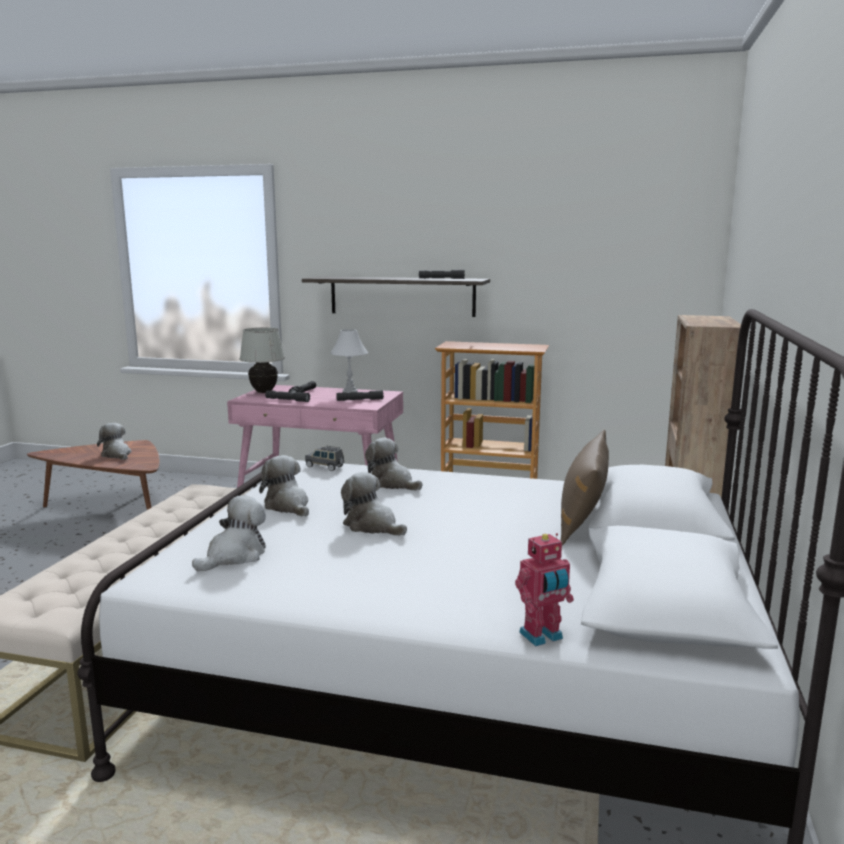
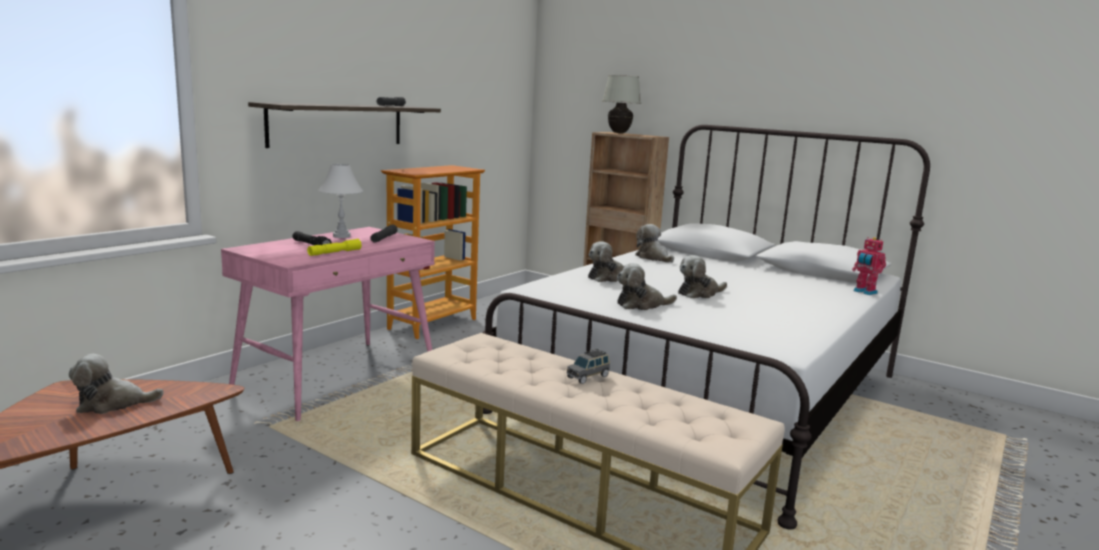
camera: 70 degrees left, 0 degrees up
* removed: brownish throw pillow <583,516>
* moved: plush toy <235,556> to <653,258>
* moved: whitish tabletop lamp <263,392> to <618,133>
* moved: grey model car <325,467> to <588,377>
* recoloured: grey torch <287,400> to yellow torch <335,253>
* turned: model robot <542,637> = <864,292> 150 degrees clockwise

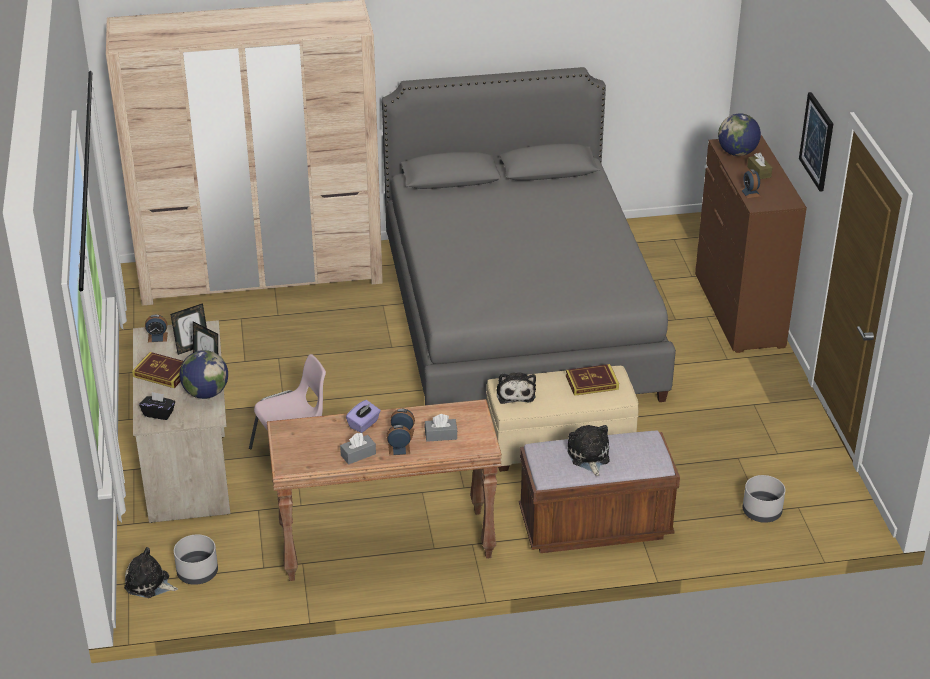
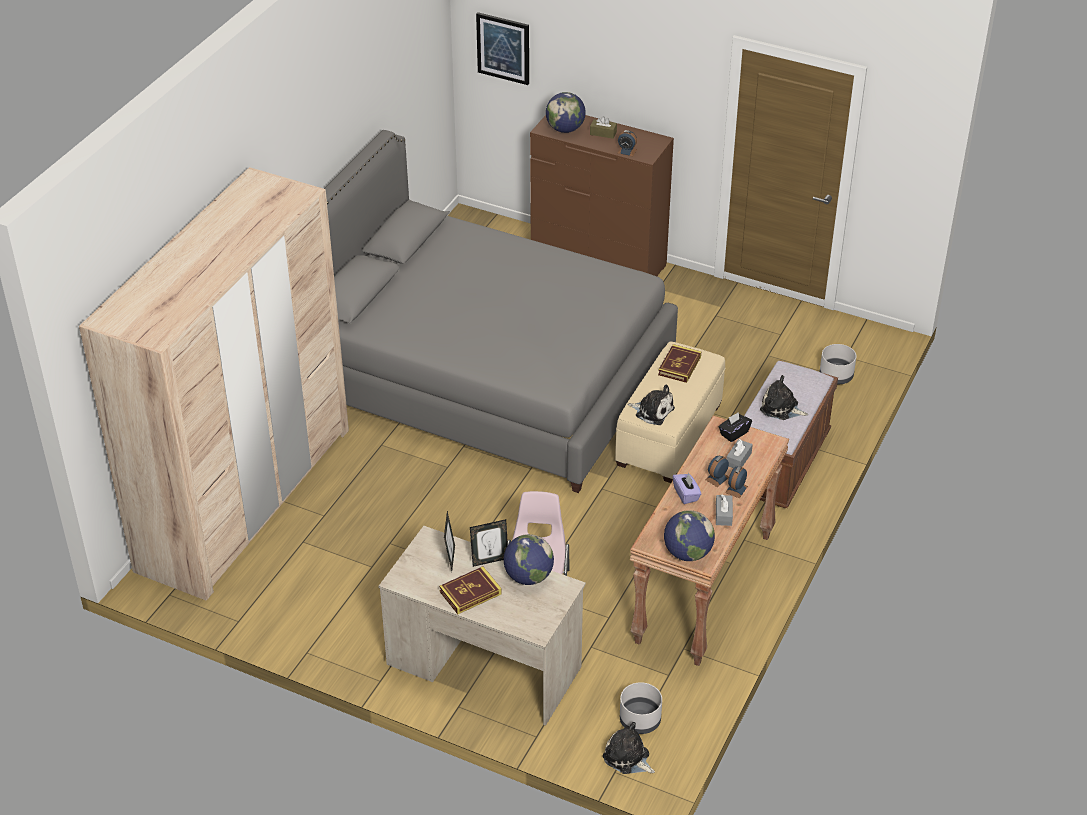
camera: 55 degrees left, 5 degrees up
* removed: alarm clock <157,337>
* added: world globe <687,553>
* moved: blackish box of tissues <159,413> to <734,433>
* moved: wall picture <817,141> to <503,48>
* turned: plush toy <149,584> = <628,758> 75 degrees clockwise

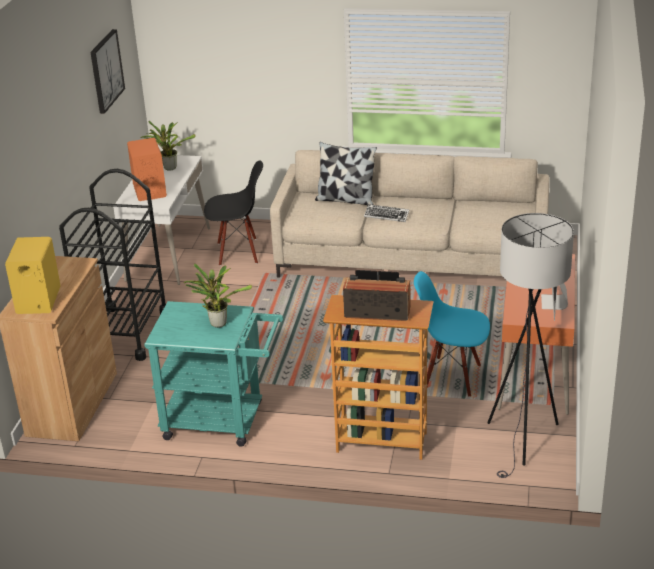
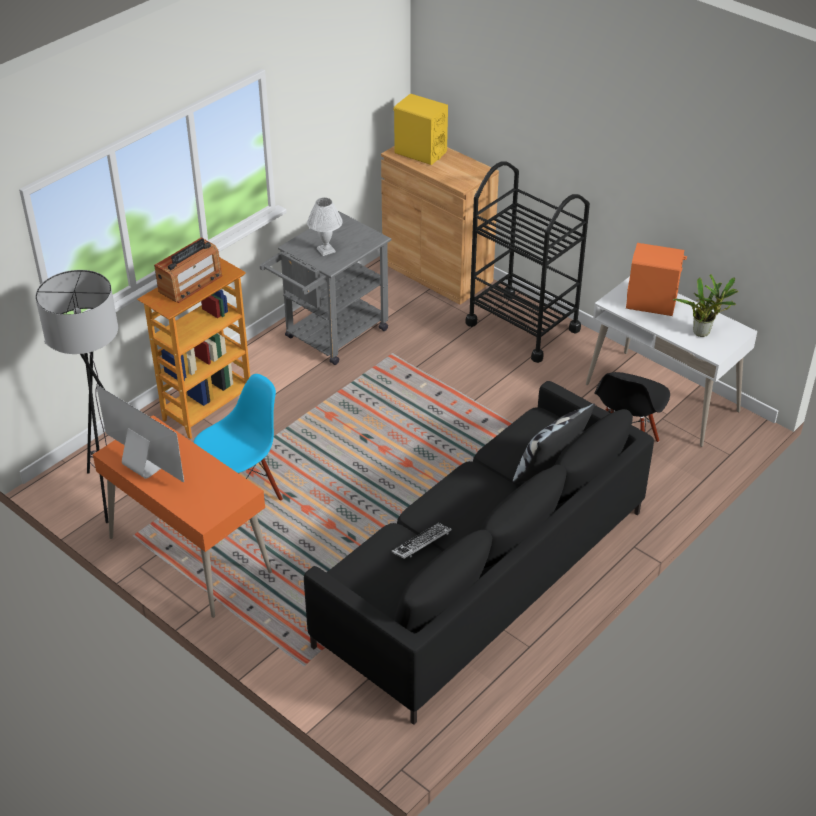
camera: 120 degrees right, 10 degrees up
* removed: wall picture <106,71>
* moved: computer keyboard <386,216> to <422,544>
* replaced: potted plant <217,322> to whitish tabletop lamp <326,250>
* recoloured: blue-green wheeled cart <222,421> to grey wheeled cart <330,337>
* recoloured: beige couch <412,261> to blackish couch <482,577>

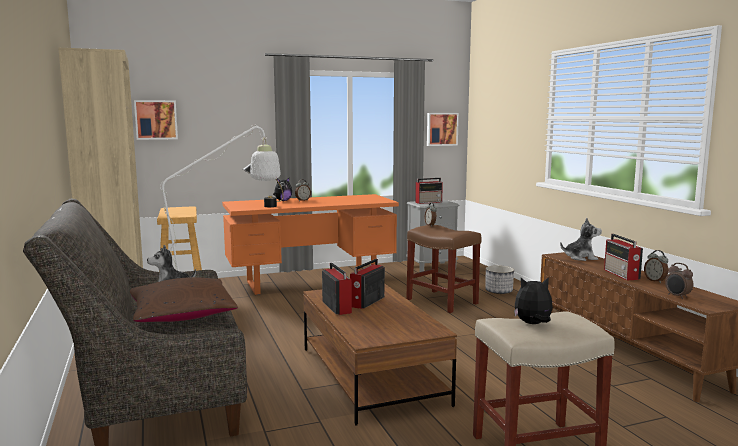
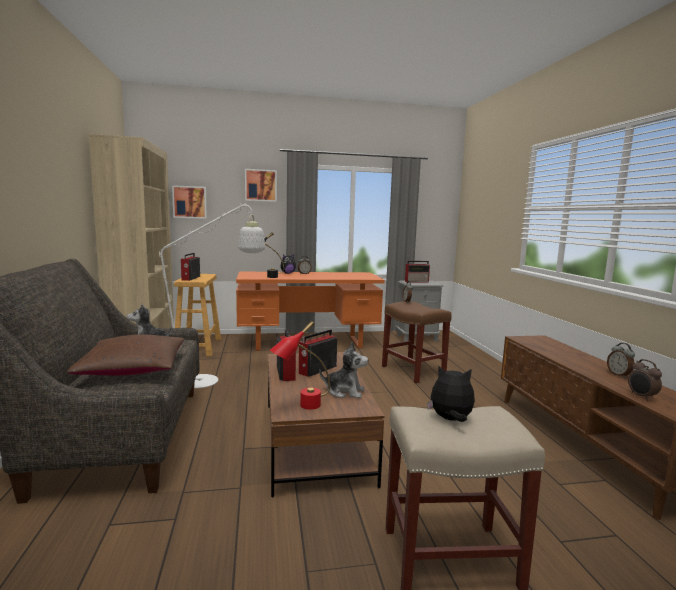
camera: 10 degrees right, 0 degrees up
* removed: flower pot <499,291>
* added: reddish tabletop lamp <301,407>
* moved: wall picture <441,129> to <260,185>
* moved: plush toy <580,258> to <344,392>
* moved: radio <621,274> to <190,278>

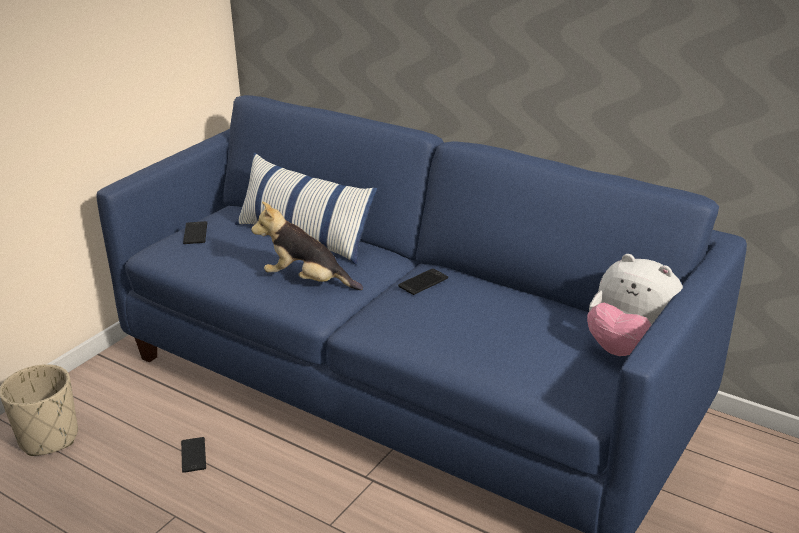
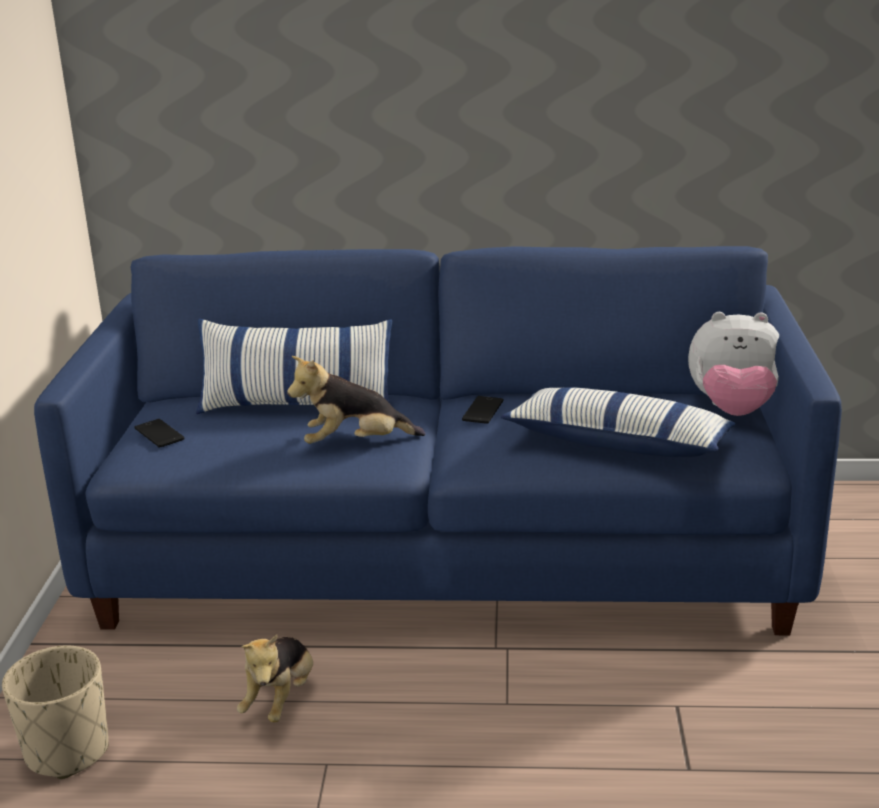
camera: 30 degrees left, 5 degrees down
* added: throw pillow <618,443>
* replaced: telephone <193,455> to plush toy <281,699>

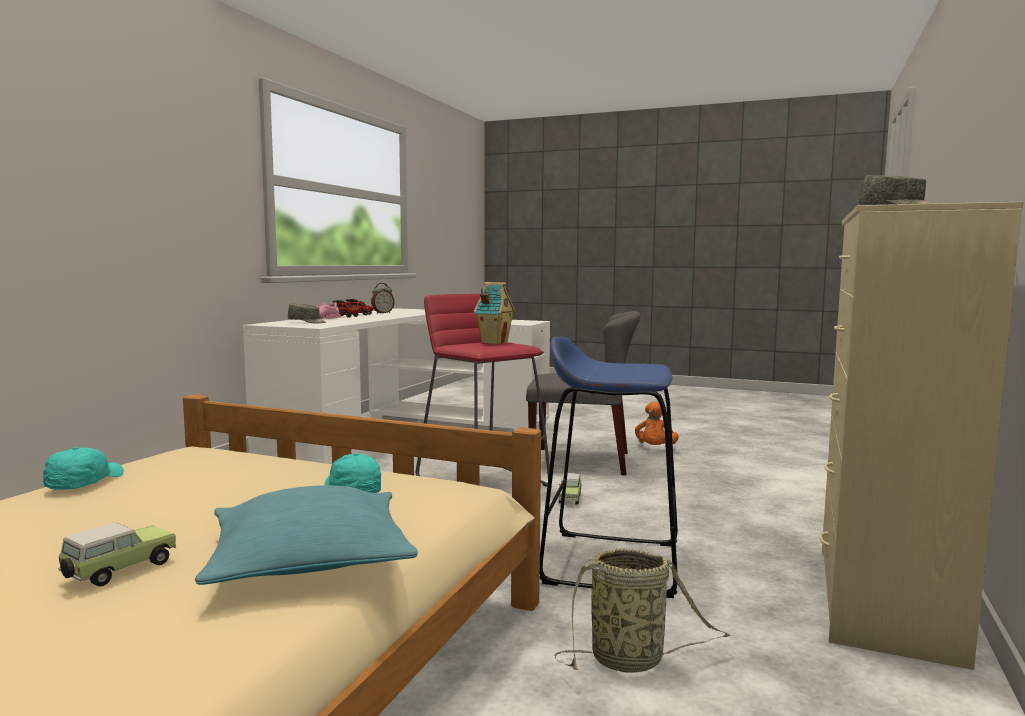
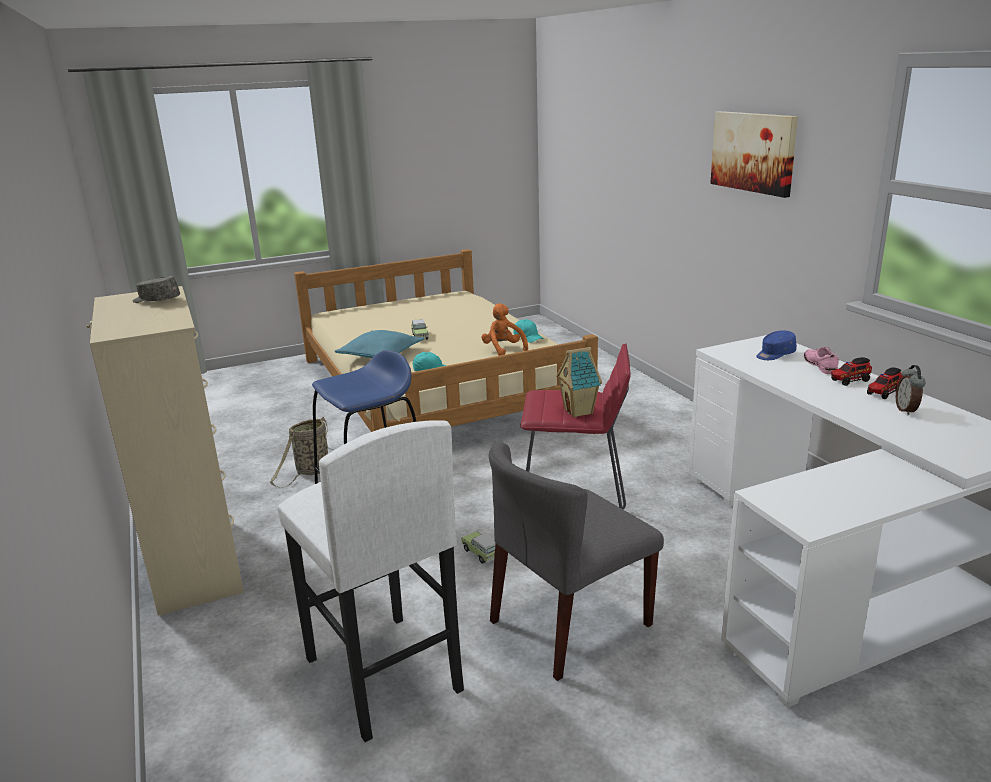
camera: 135 degrees right, 15 degrees up
* added: whitish stool <382,675>
* added: wall picture <753,152>
* moved: orangey plush toy <655,449> to <503,350>
* recoloured: grey cap <307,322> to blue-coloured cap <775,354>

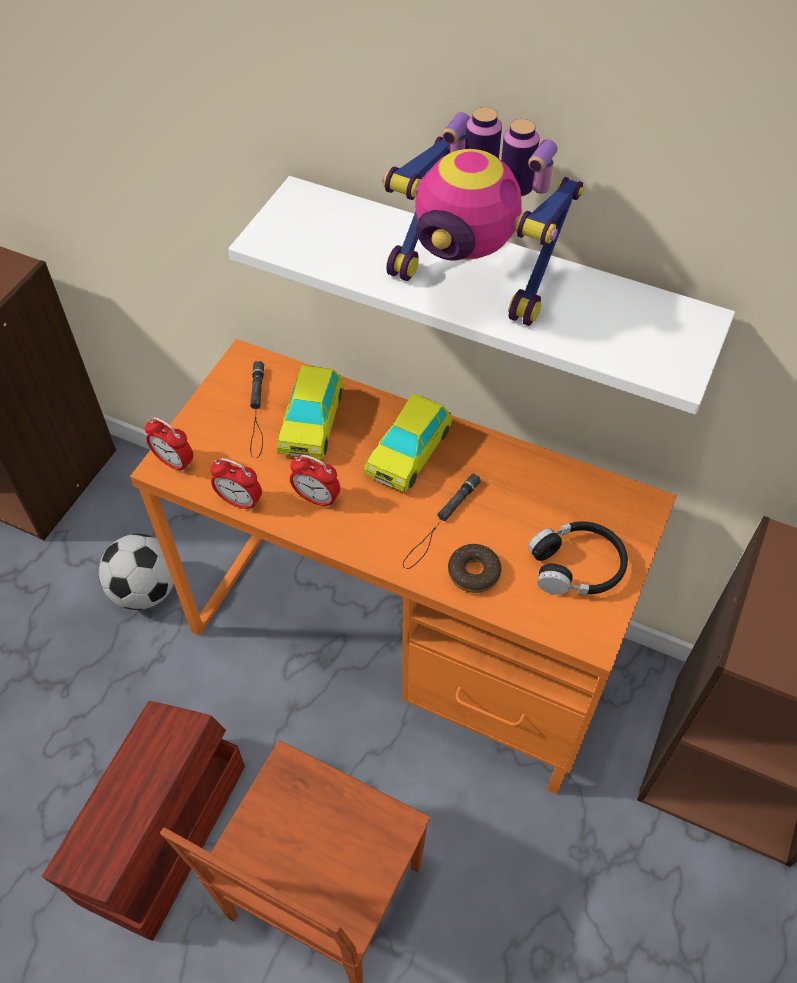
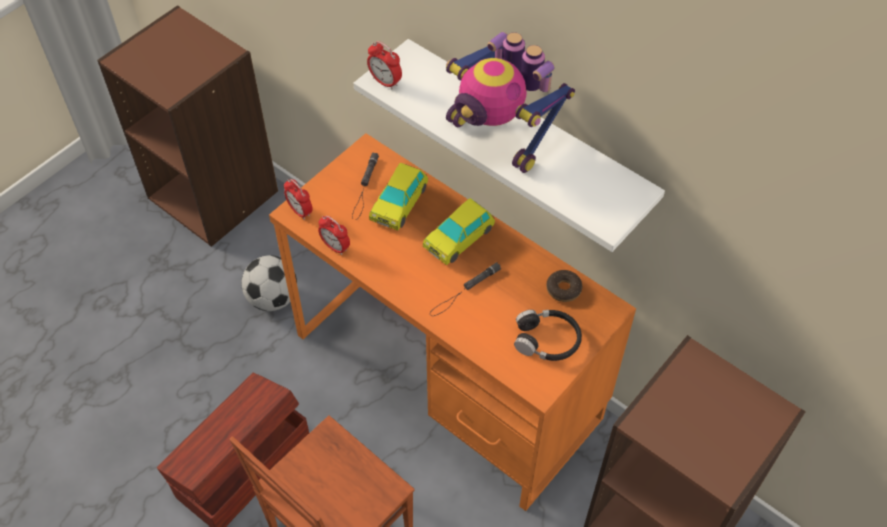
camera: 15 degrees right, 0 degrees up
* moved: alarm clock <316,498> to <385,82>
* moved: doughnut <474,572> to <563,289>

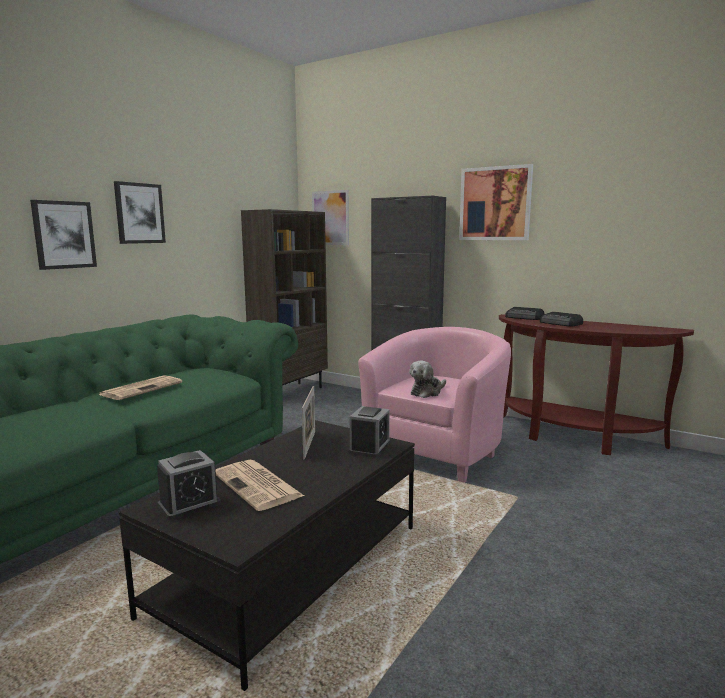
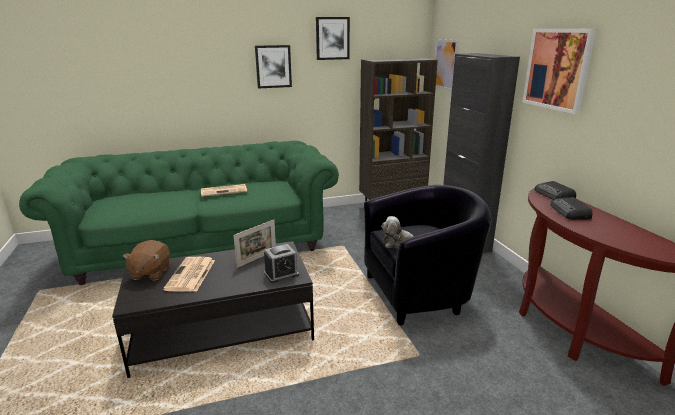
camera: 40 degrees right, 10 degrees up
* moved: wall picture <64,235> to <332,38>
* replaced: alarm clock <189,504> to brownish plush toy <150,273>
* recoloured: pink easy chair <437,451> to blackish easy chair <421,292>

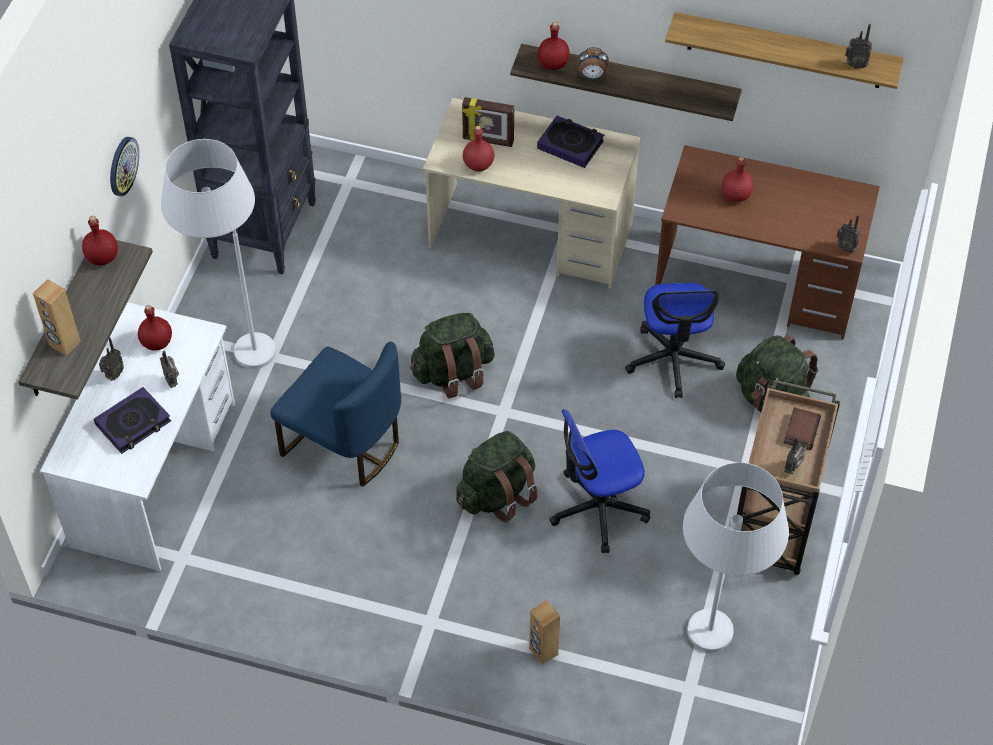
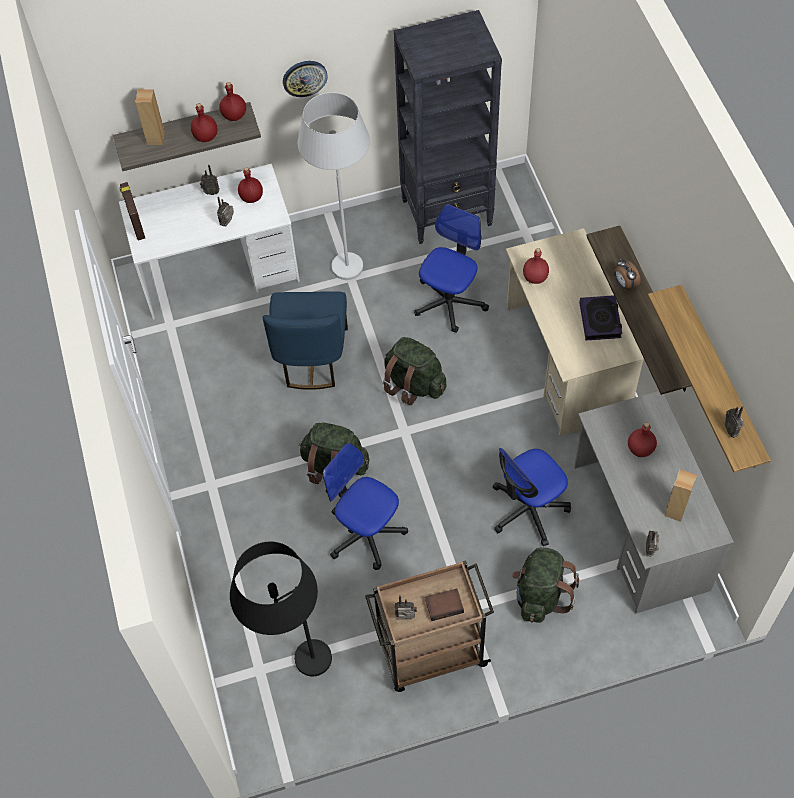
camera: 60 degrees right, 5 degrees up
* removed: book <133,423>
* added: computer chair <449,302>
* moved: picture frame <488,141> to <136,224>
* moved: brownish speaker <543,651> to <674,510>
* moved: reddish bottle <554,64> to <206,137>
* recoloured: brownish desk <757,285> to grey desk <640,527>
* recoloured: whitish standing lamp <711,655> to blackish standing lamp <295,669>

